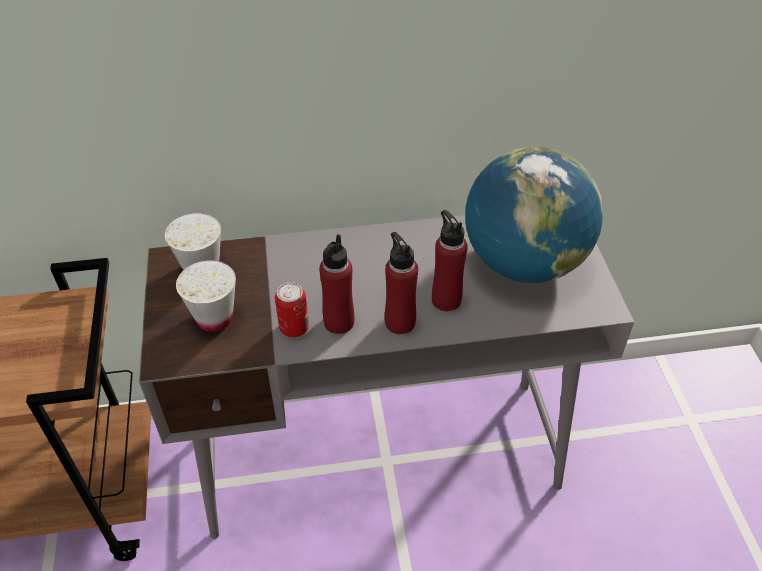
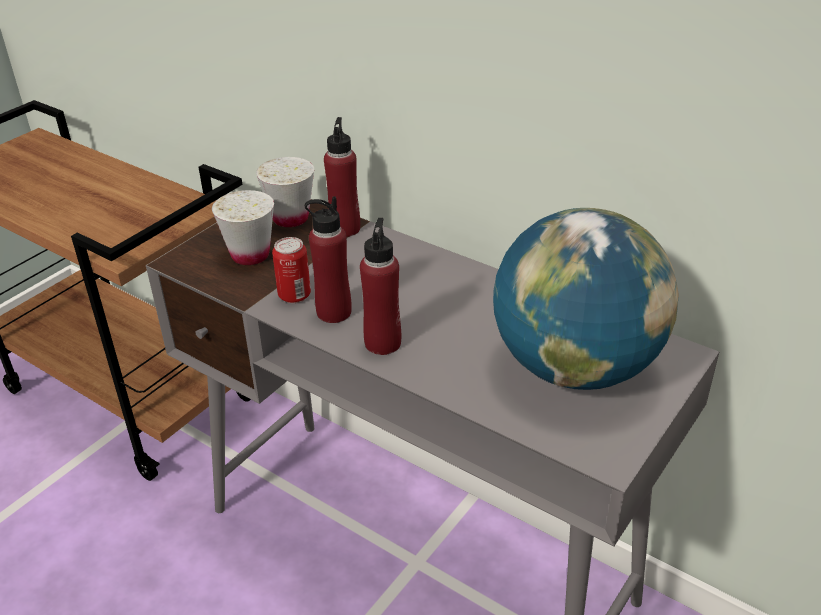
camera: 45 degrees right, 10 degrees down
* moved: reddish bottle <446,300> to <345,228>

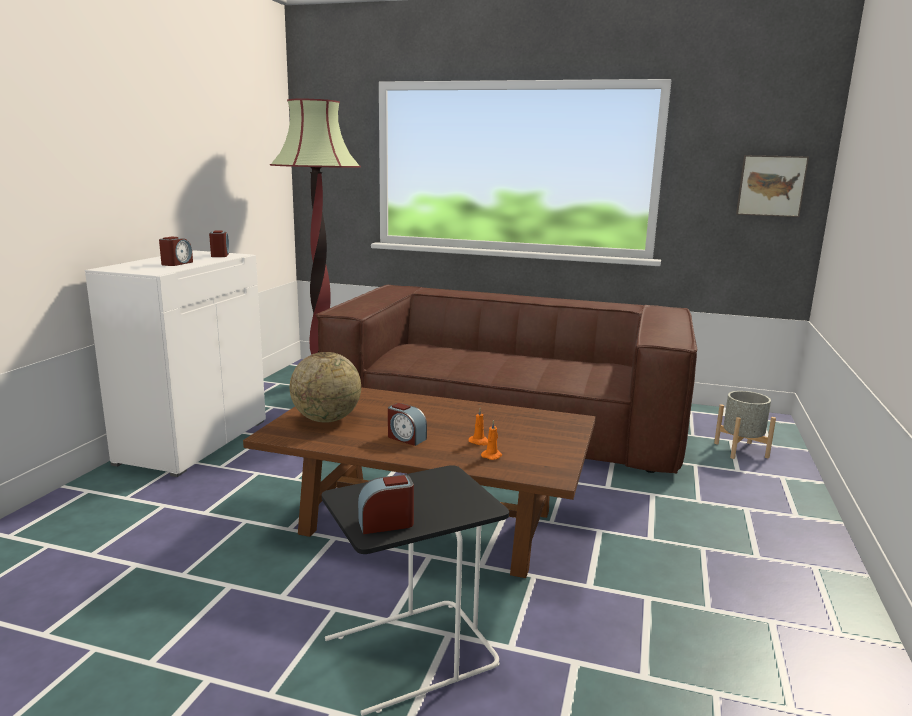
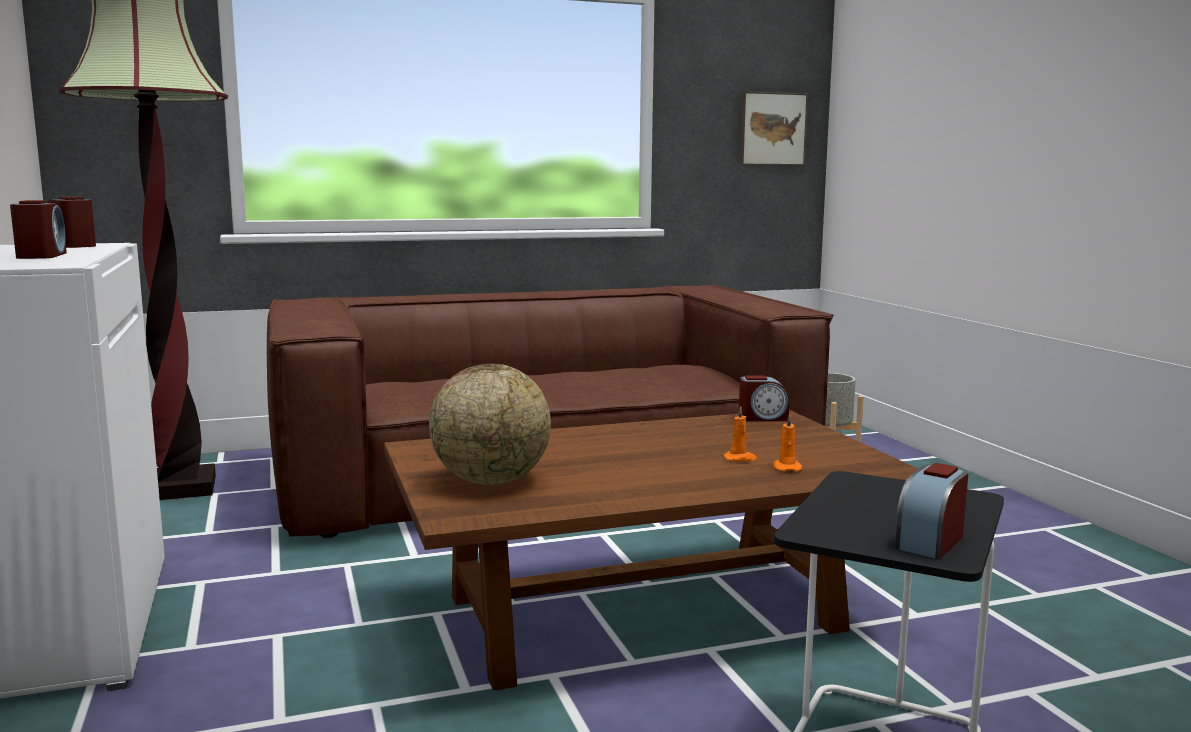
camera: 35 degrees left, 5 degrees down
* moved: alarm clock <406,438> to <762,418>

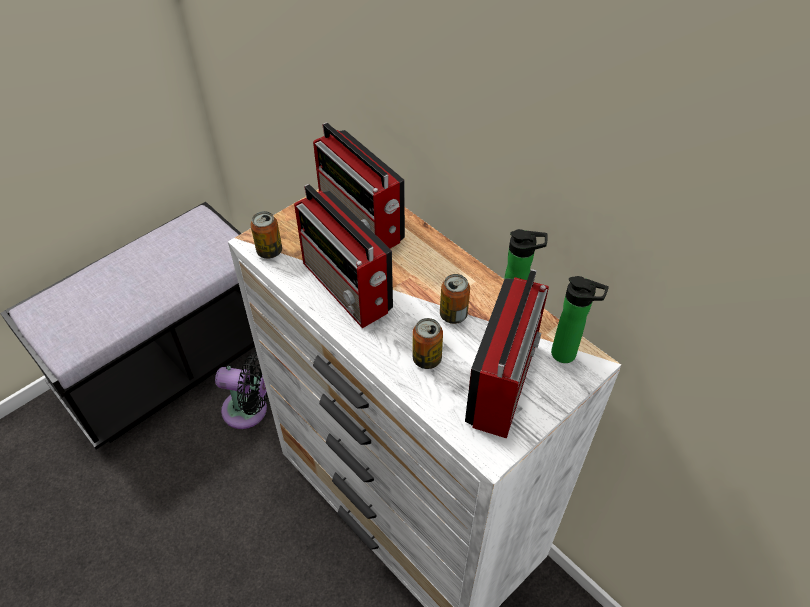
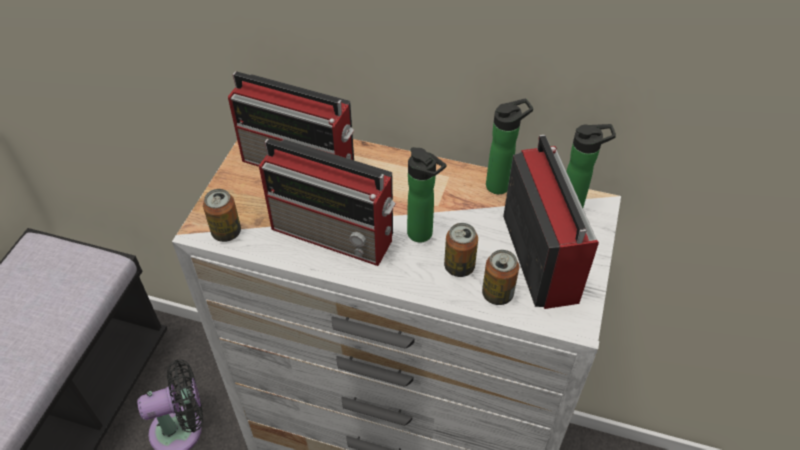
camera: 30 degrees left, 0 degrees up
* added: bottle <423,235>
* moved: metal can <453,315> to <497,294>

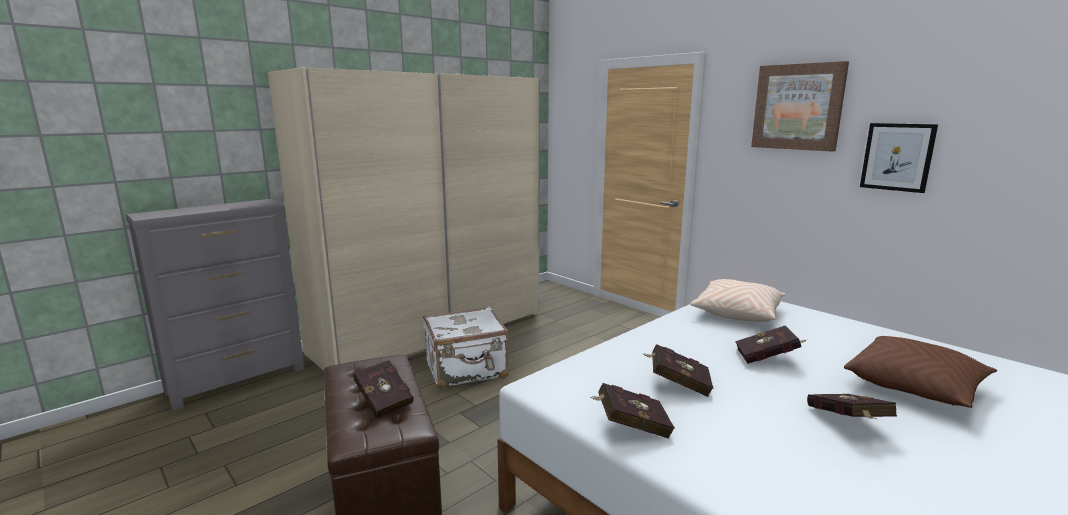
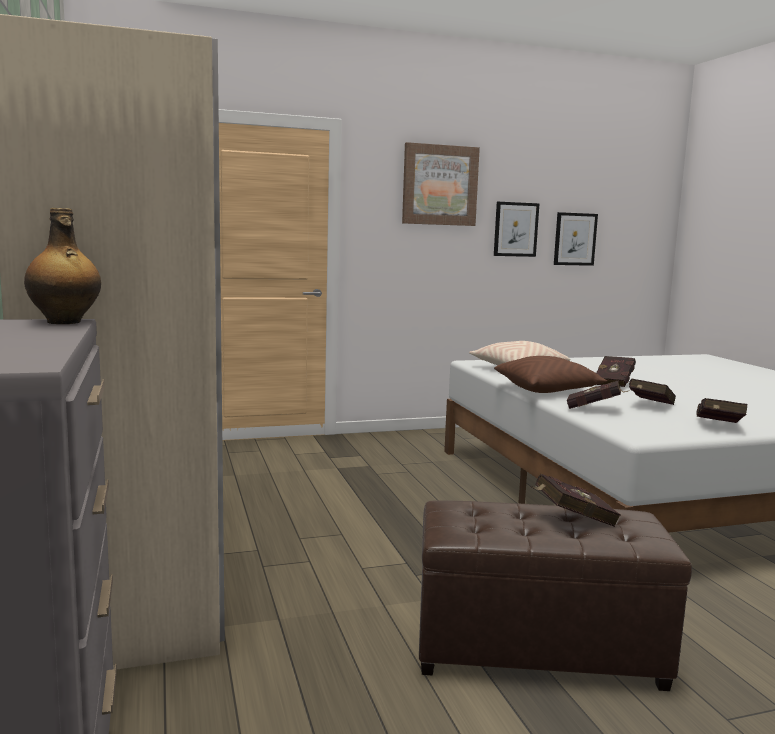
camera: 65 degrees left, 5 degrees down
* removed: whitish piece of luggage <467,370>
* added: bottle <64,322>
* added: wall picture <575,239>
* moved: reddish book <848,423> to <595,409>
* moved: brownish throw pillow <915,386> to <548,390>

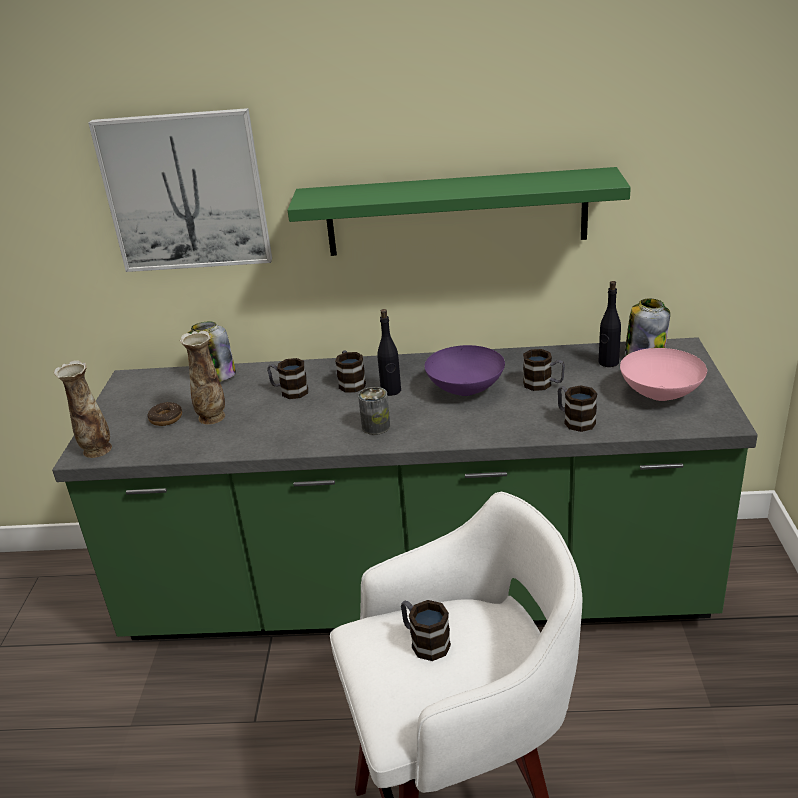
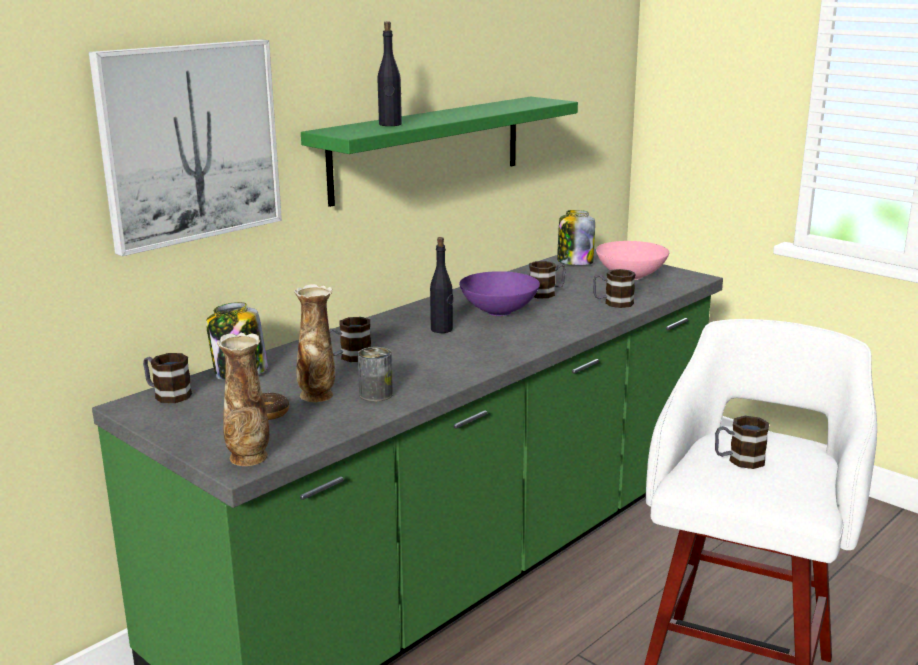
camera: 50 degrees left, 10 degrees down
* moved: tea mug <351,382> to <167,394>
* moved: metal can <376,426> to <376,394>
* moved: blackish bottle <608,362> to <390,124>

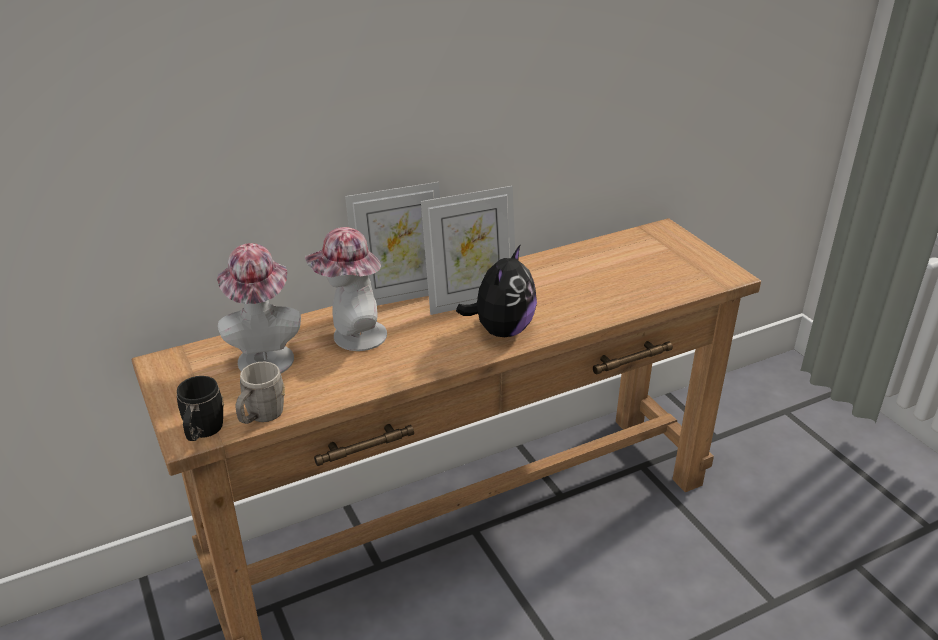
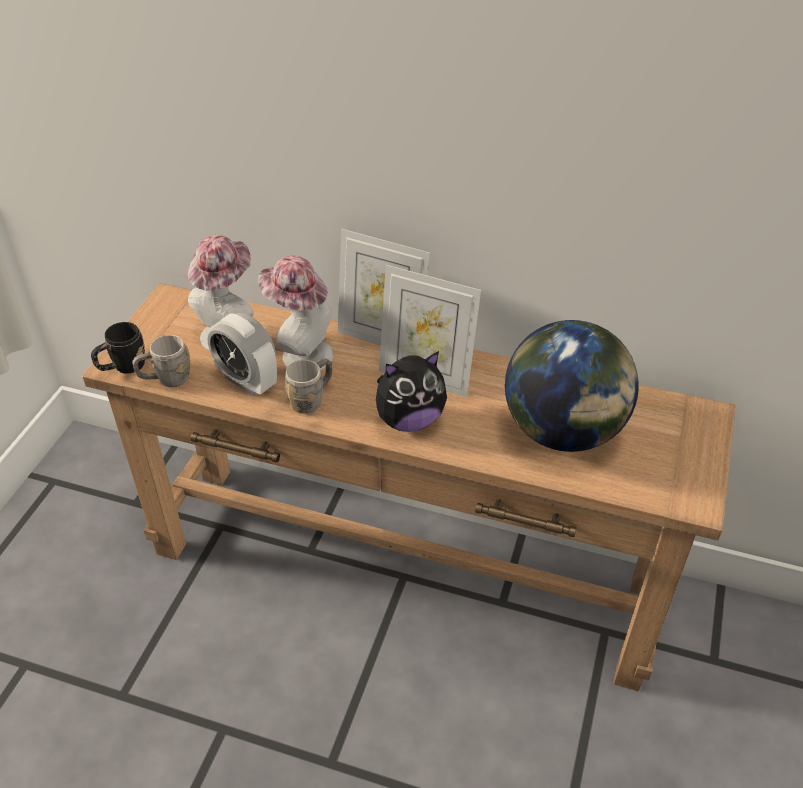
camera: 45 degrees right, 10 degrees up
* added: alarm clock <247,381>
* added: grey tea mug <312,399>
* added: world globe <563,431>

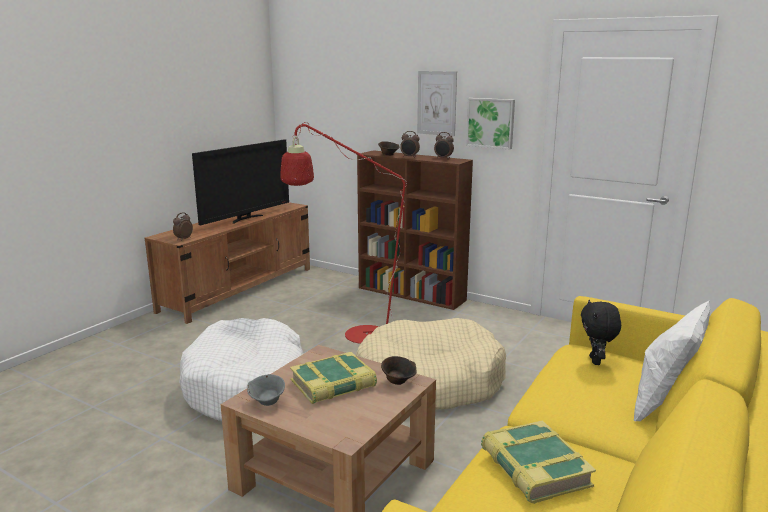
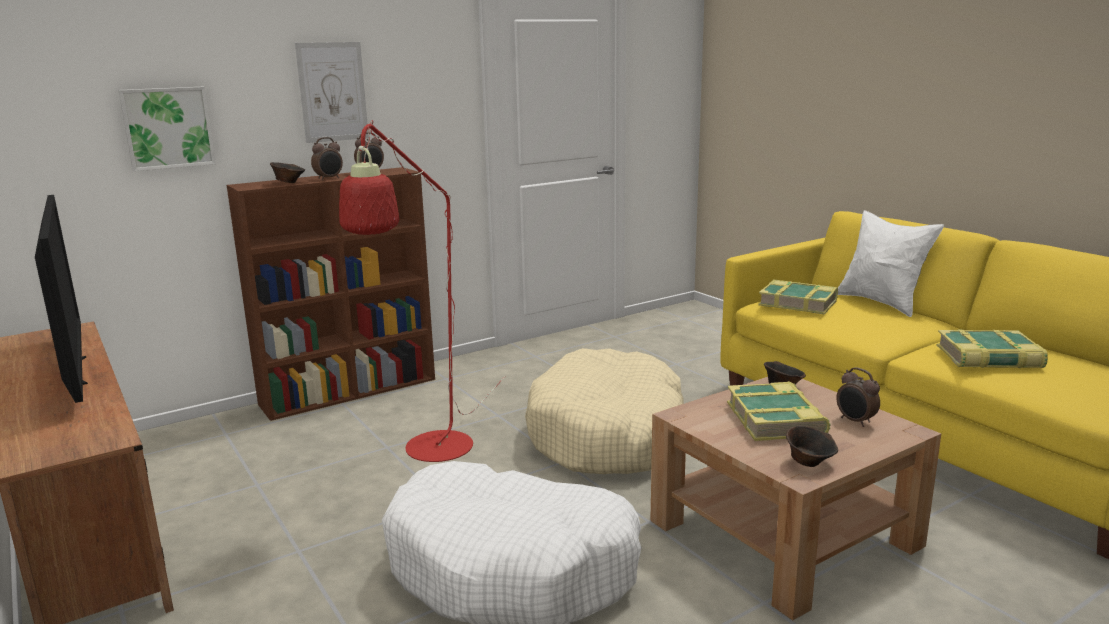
camera: 65 degrees left, 0 degrees up
* moved: alarm clock <183,239> to <855,421>
* moved: wall picture <490,123> to <167,128>
* replaced: blackish plush toy <596,361> to book <798,303>
* recoloured: grey serving bowl <267,402> to brownish serving bowl <809,462>

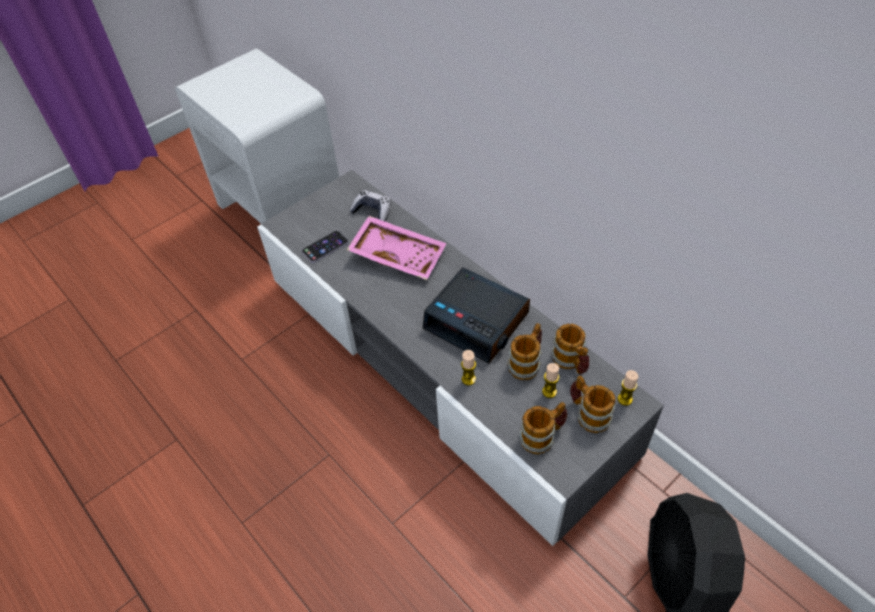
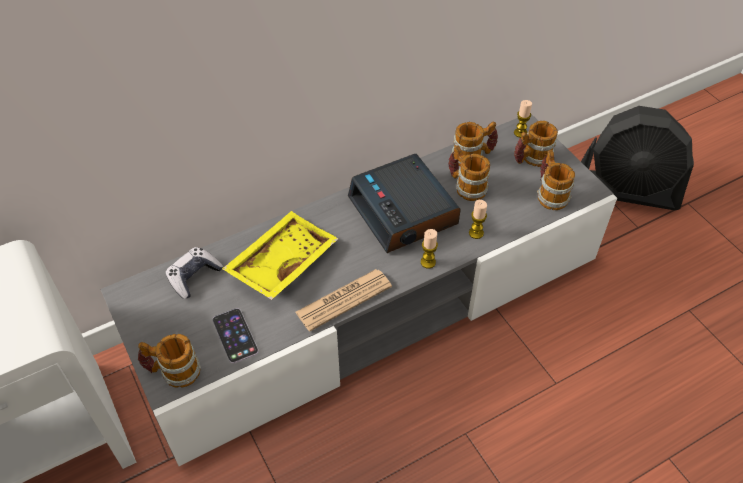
camera: 80 degrees left, 0 degrees up
* added: tea mug <173,371>
* added: printed paper <344,300>
* moved: wax candle <549,391> to <428,262>
* recoloured: pink carrying tray <398,254> to yellow carrying tray <281,262>
* turned: alarm clock <477,321> = <404,211> 105 degrees clockwise

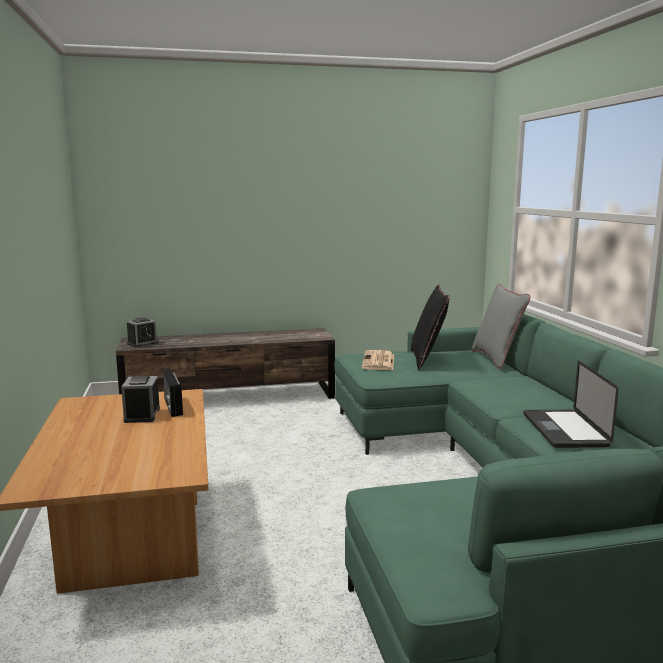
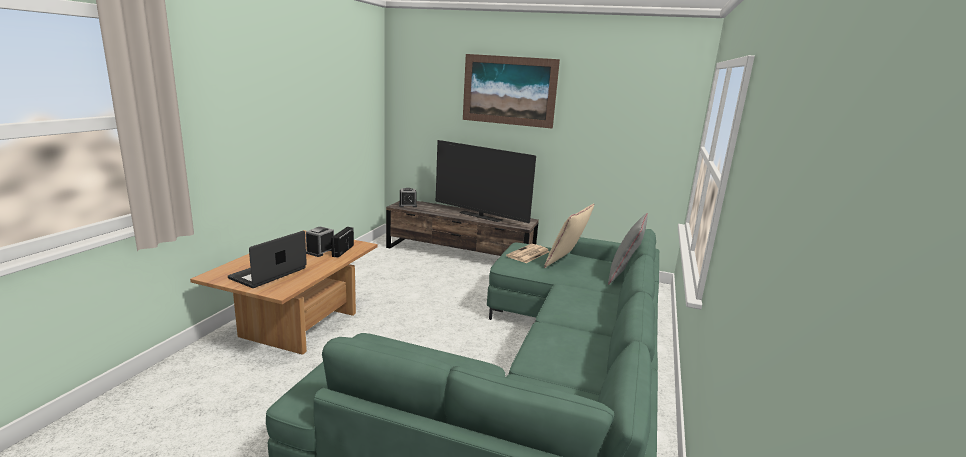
camera: 30 degrees right, 5 degrees up
* added: TV <480,216>
* added: wall picture <509,90>
* moved: notebook computer <564,430> to <268,273>
* recoloured: blackish throw pillow <427,360> to beige throw pillow <566,262>

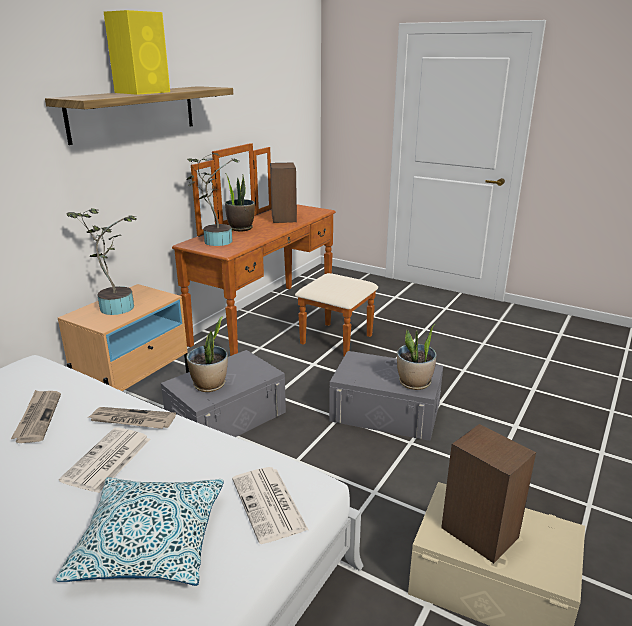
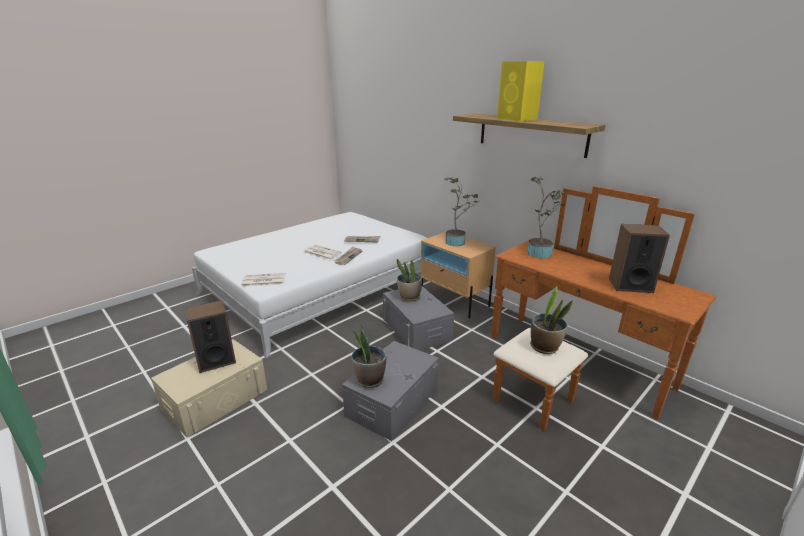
camera: 105 degrees right, 0 degrees up
* removed: throw pillow <150,541>
* moved: potted plant <240,228> to <545,347>

